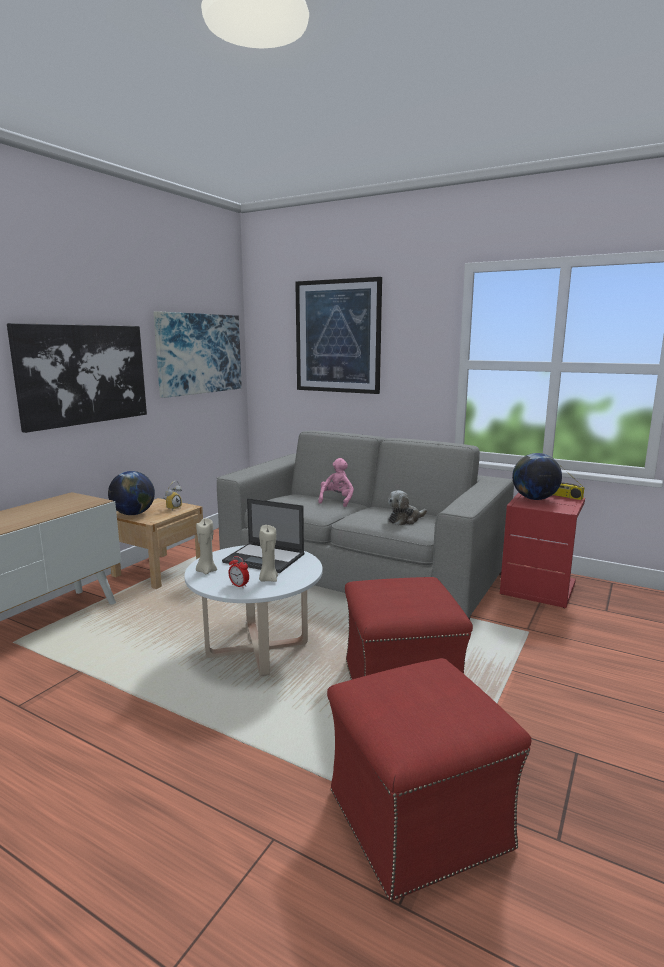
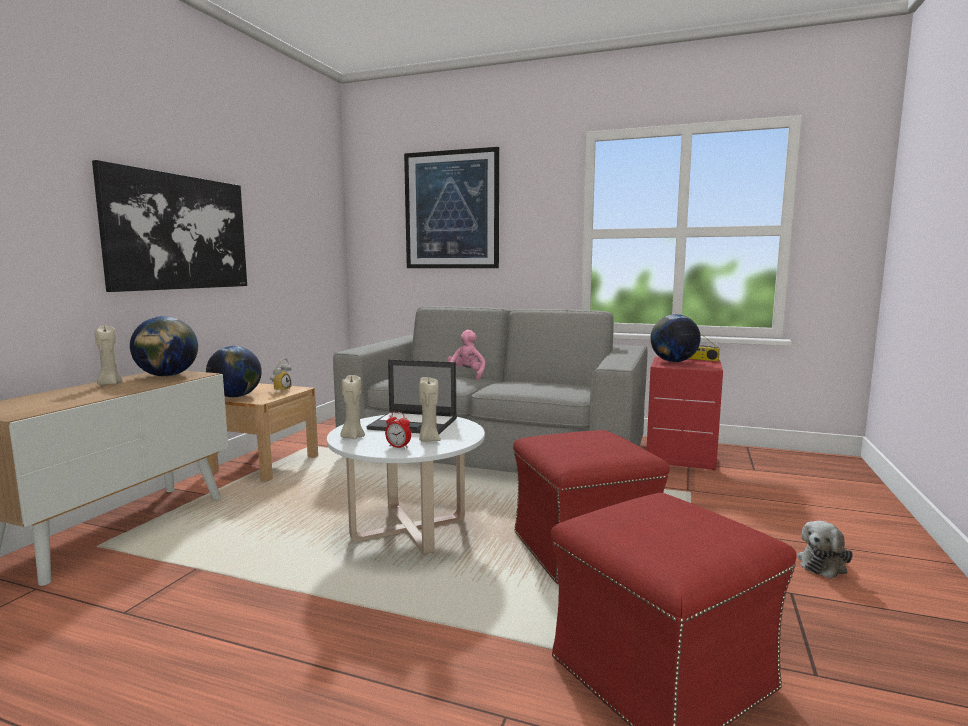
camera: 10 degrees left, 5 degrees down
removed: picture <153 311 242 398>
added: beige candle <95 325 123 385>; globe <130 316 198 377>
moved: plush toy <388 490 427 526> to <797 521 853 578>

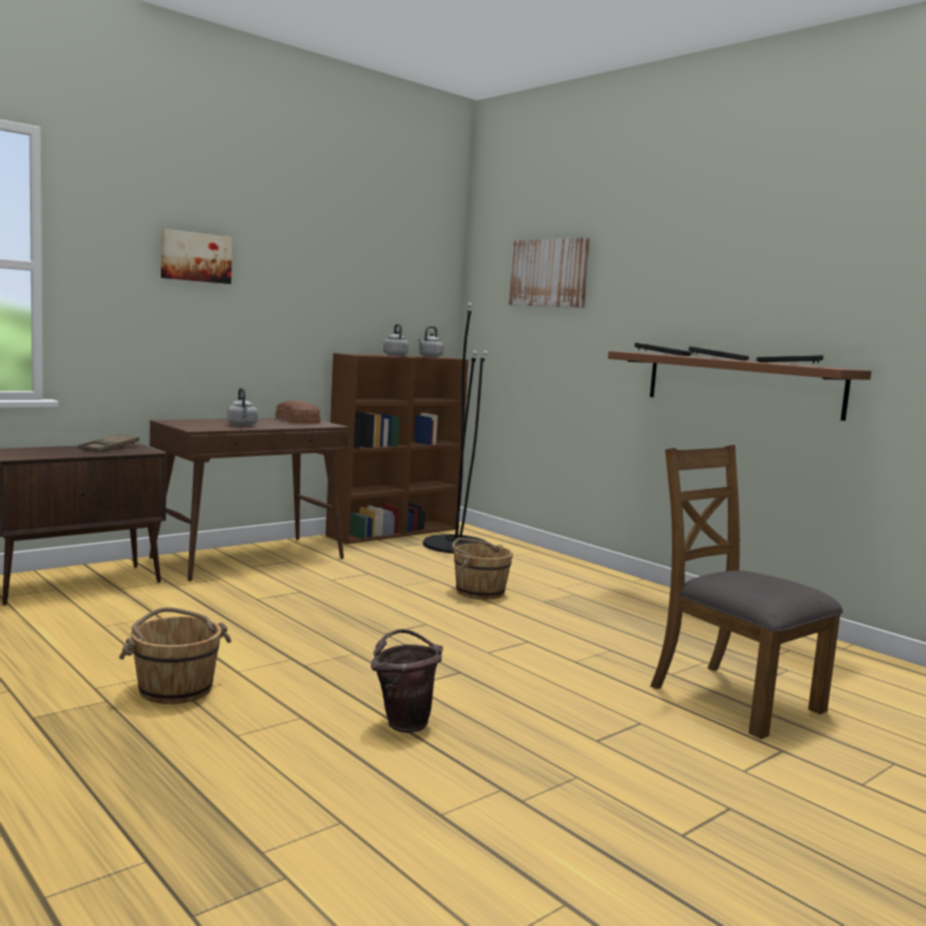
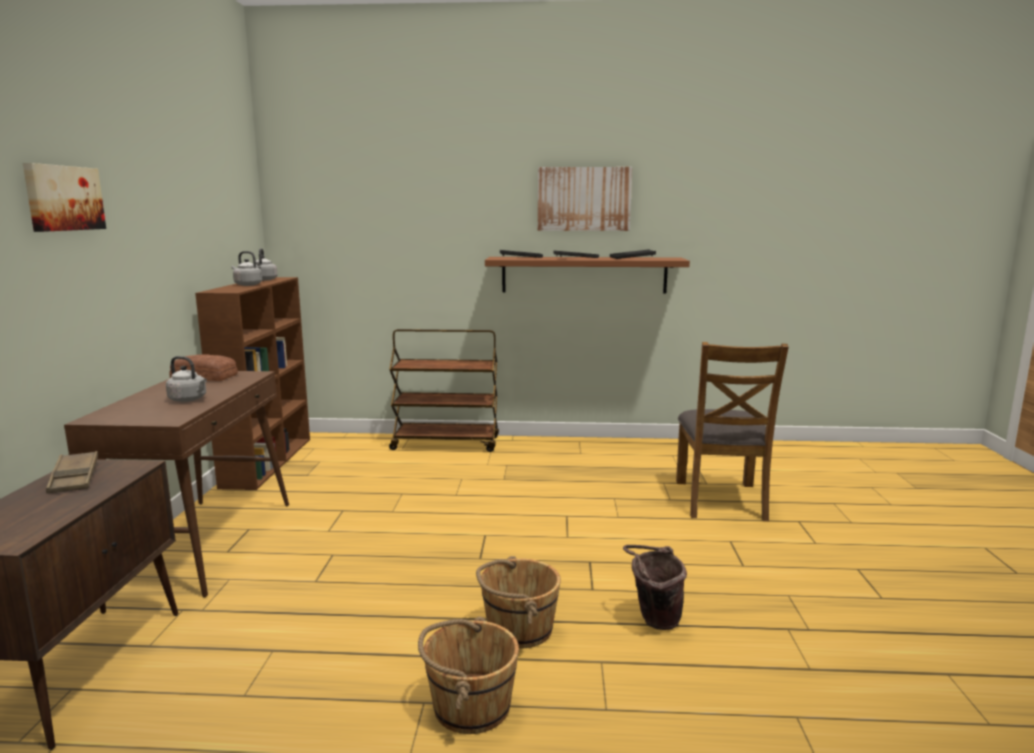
camera: 45 degrees left, 5 degrees up
removed: black floor lamp <423 303 488 554>
added: brown cart <389 329 499 452>
moved: brown bucket <452 538 513 599> to <476 556 561 649>; picture <509 237 590 308> to <538 167 632 231>
turned: brown chair <650 445 843 739> = <676 342 789 521> 90 degrees counterclockwise

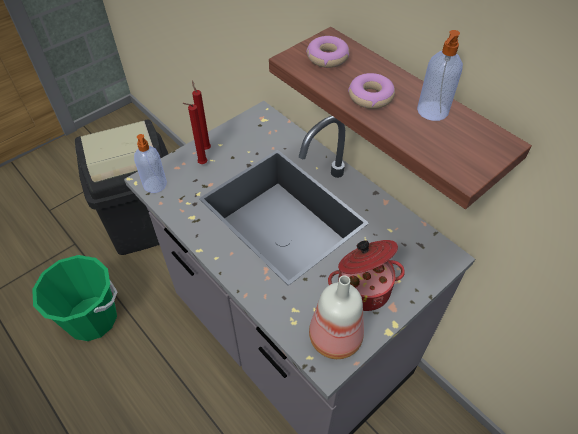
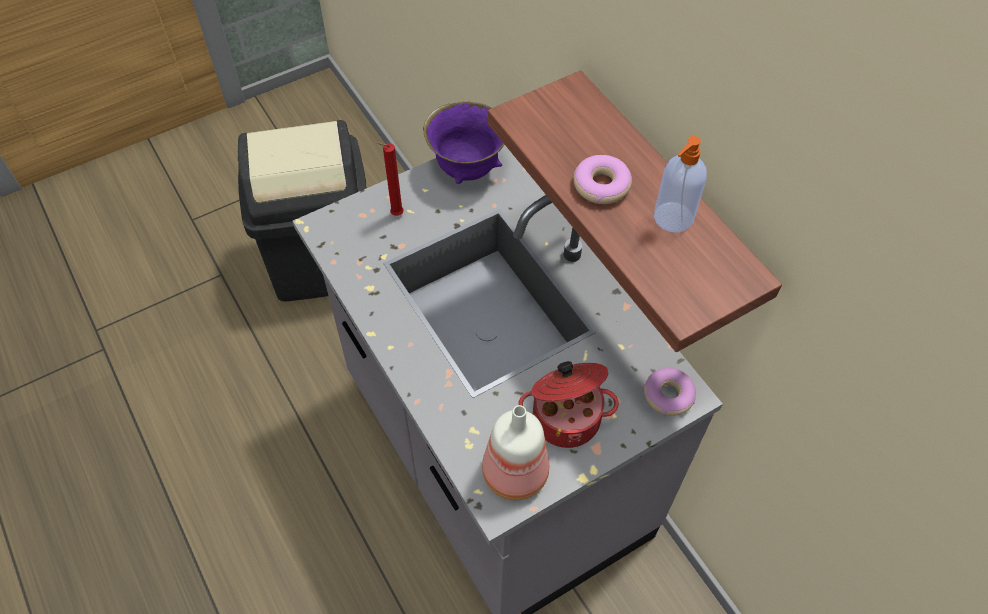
camera: 10 degrees right, 5 degrees up
removed: green bucket <32 255 117 341>; soap dispenser <134 134 167 193>; red candle <192 80 211 150>
added: purple bowl <423 102 504 184>
moved: donut <306 36 349 68> to <644 368 696 416>

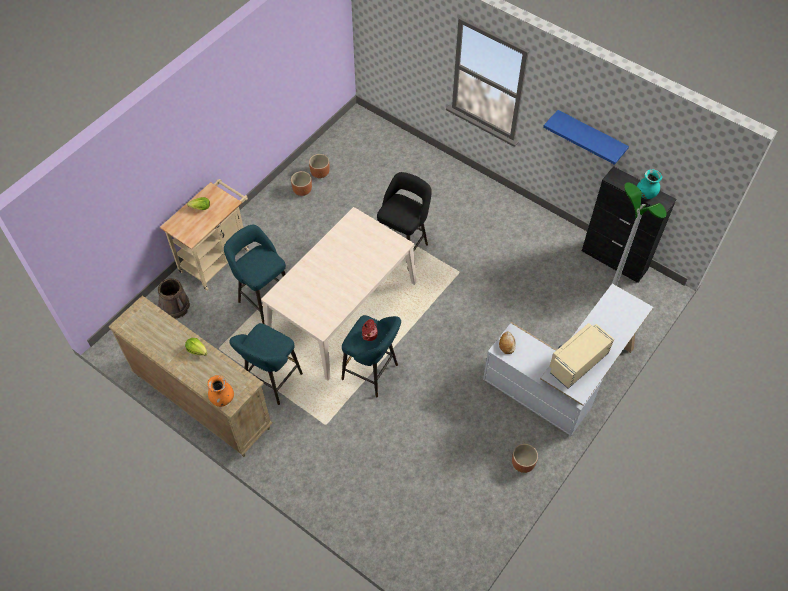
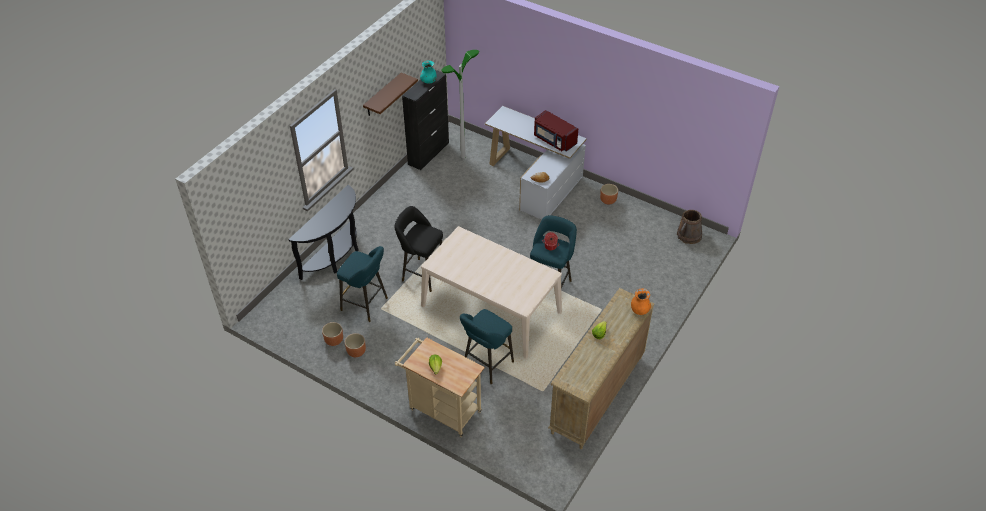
camera: 95 degrees left, 10 degrees down
added: black console table <288 185 359 280>
moved: turquoise stool <229 323 303 405> to <337 246 388 322>; brown bucket <158 278 190 319> to <677 210 702 244>
recoloured: blue shelf <543 110 629 165> to brown shelf <363 73 418 116>; beige microwave <549 323 614 389> to red microwave <534 110 578 152>

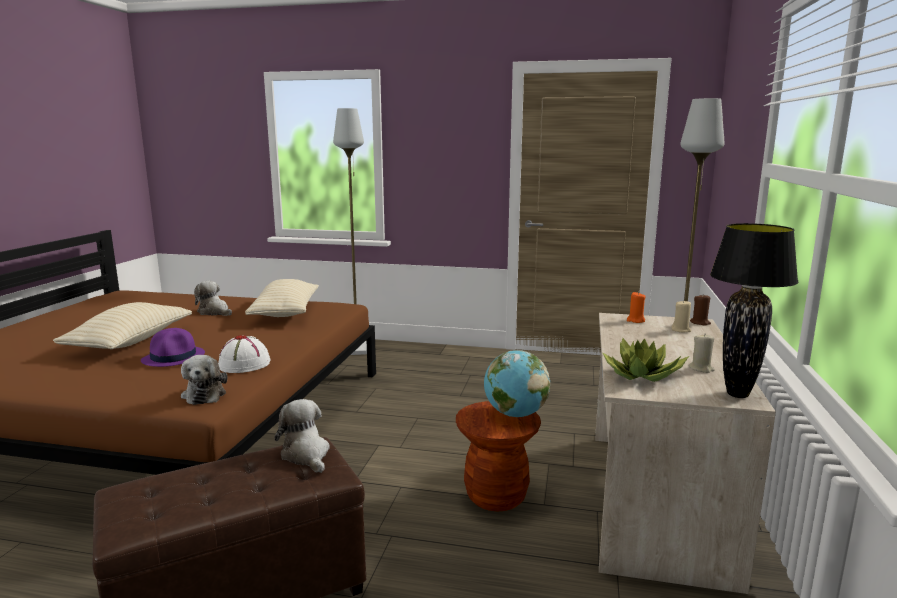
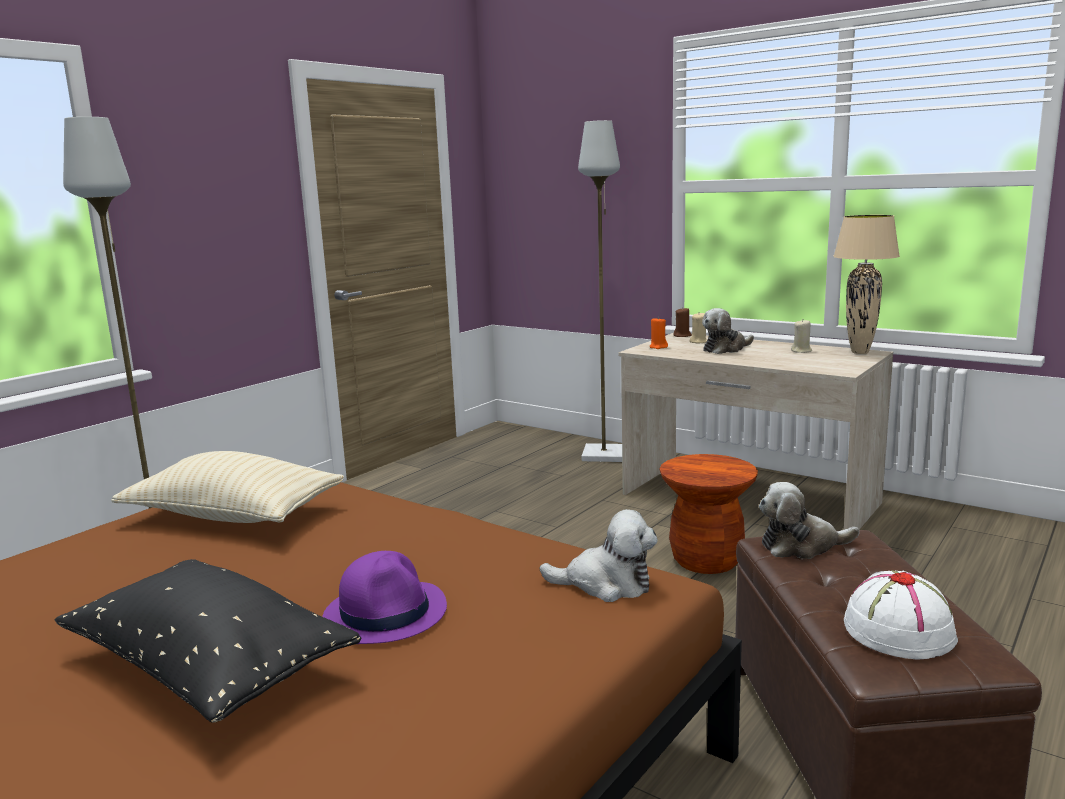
camera: 65 degrees left, 0 degrees up
removed: globe <484 350 550 417>; potted plant <602 338 689 382>
moved: plush toy <194 281 232 316> to <702 308 754 354>; white hat <218 335 271 373> to <844 570 958 659>
recoloured: beige pillow <53 302 192 349> to black pillow <55 559 361 723>; black table lamp <710 223 798 398> to beige table lamp <833 215 900 354>

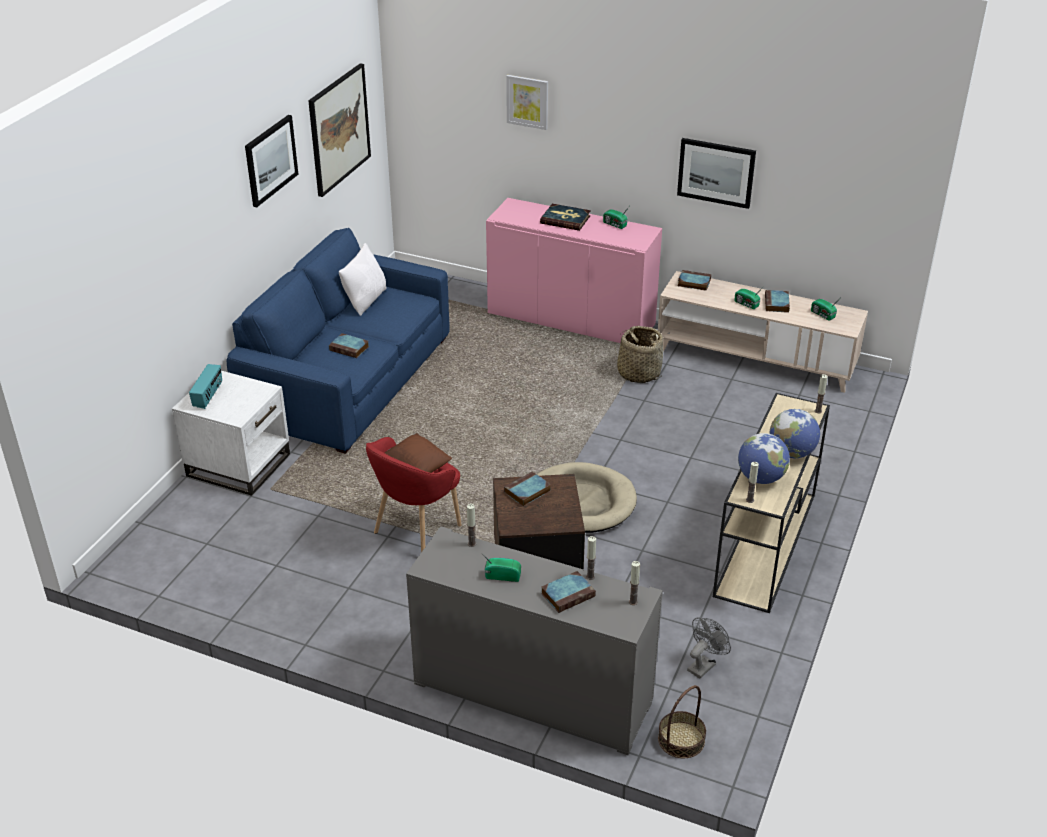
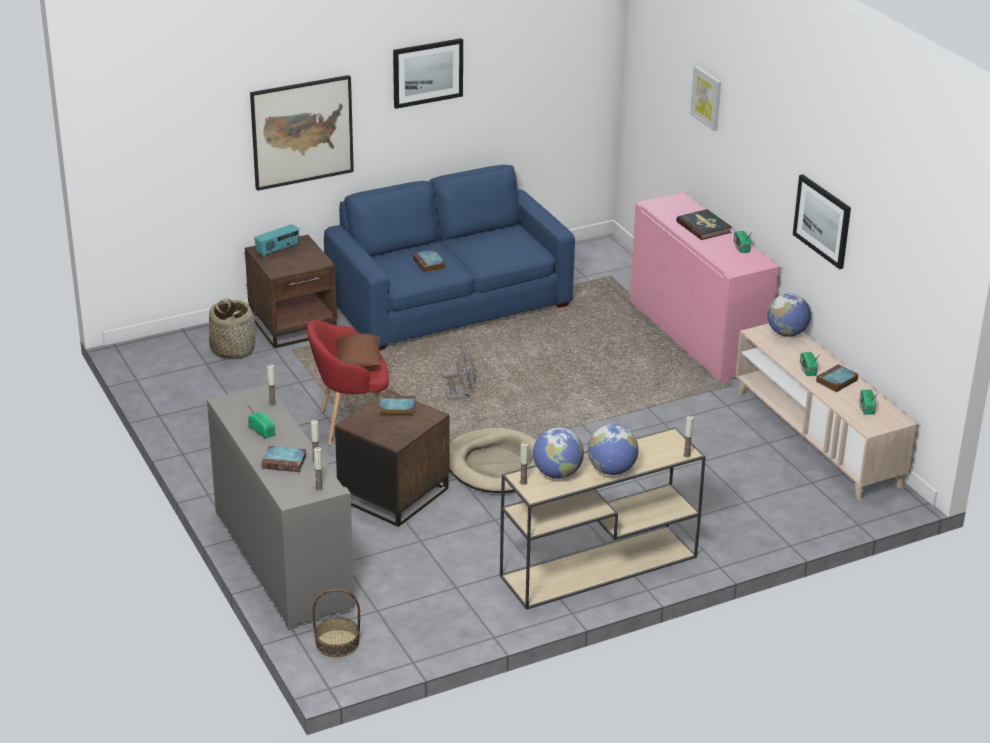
camera: 40 degrees right, 5 degrees down
removed: white pillow <339 243 386 316>
moved: basket <615 326 663 383> to <209 298 255 359>; picture <308 63 371 197> to <250 75 354 191>; grey fan <687 618 731 679> to <441 352 477 400>
replaced: book <678 270 711 291> to globe <767 294 811 337>
recoloured: white side table <172 371 290 496> to brown side table <245 235 337 348>

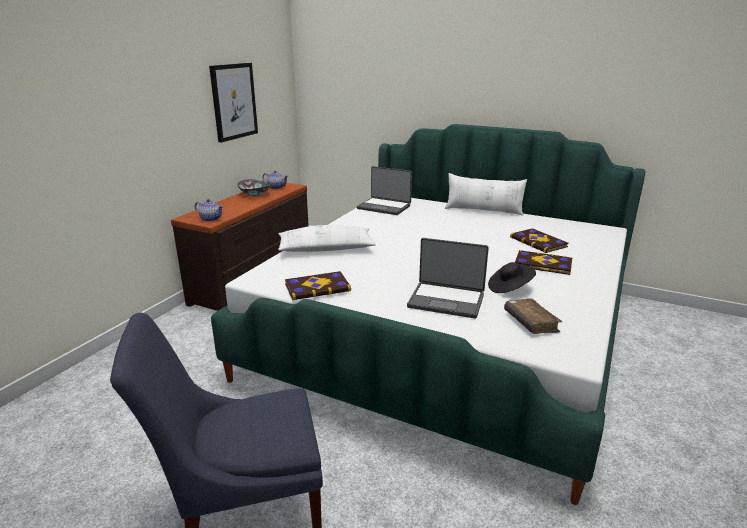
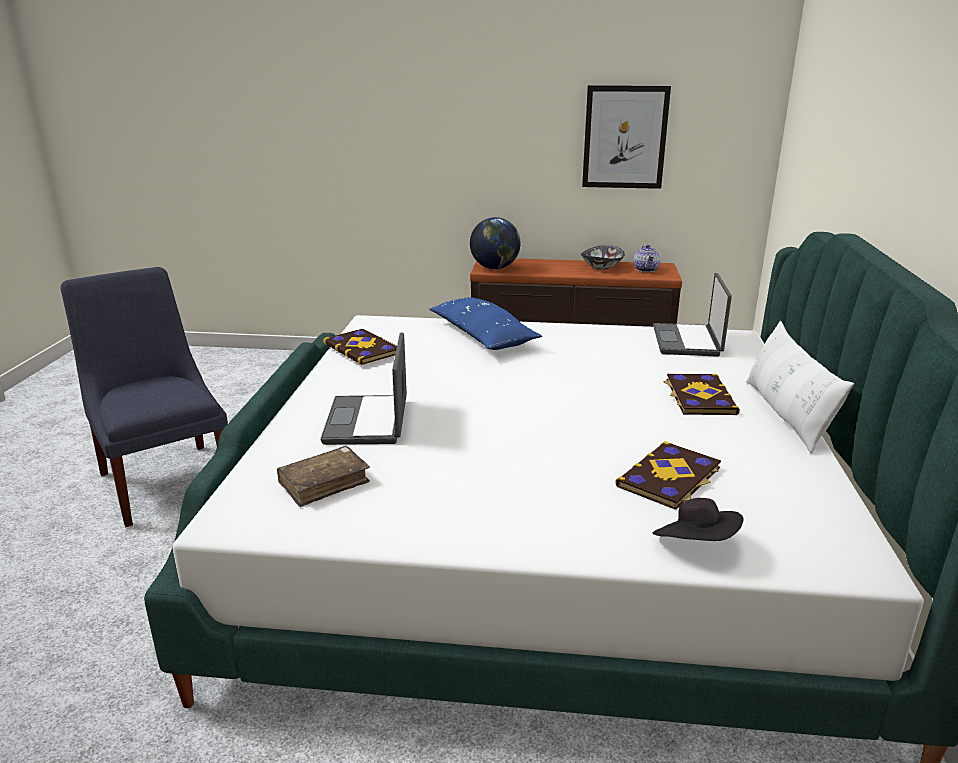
camera: 70 degrees right, 0 degrees up
moved: black hat <488 262 536 293> to <653 498 744 541>; book <515 250 572 275> to <664 374 740 415>
replaced: teapot <195 199 224 222> to globe <470 217 520 269>
recoloured: white pillow <278 225 376 252> to blue pillow <429 297 542 350>

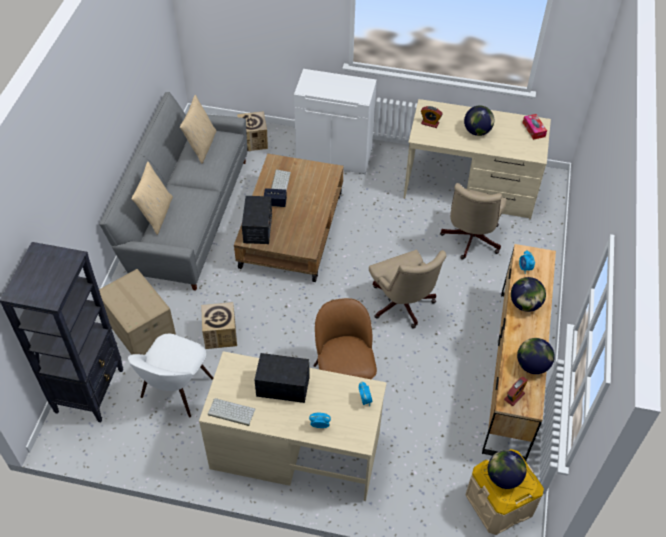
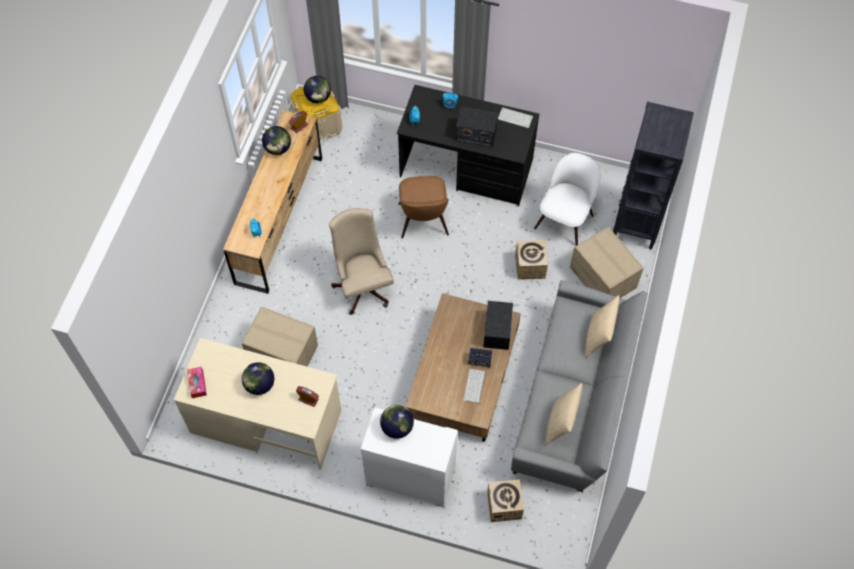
camera: 175 degrees left, 10 degrees up
moved: globe <511 277 546 312> to <380 405 414 439>
replaced: beige office chair <440 183 507 260> to cardboard box <242 307 318 367>
recoloured: beige desk <199 351 387 501> to black desk <397 85 539 206>

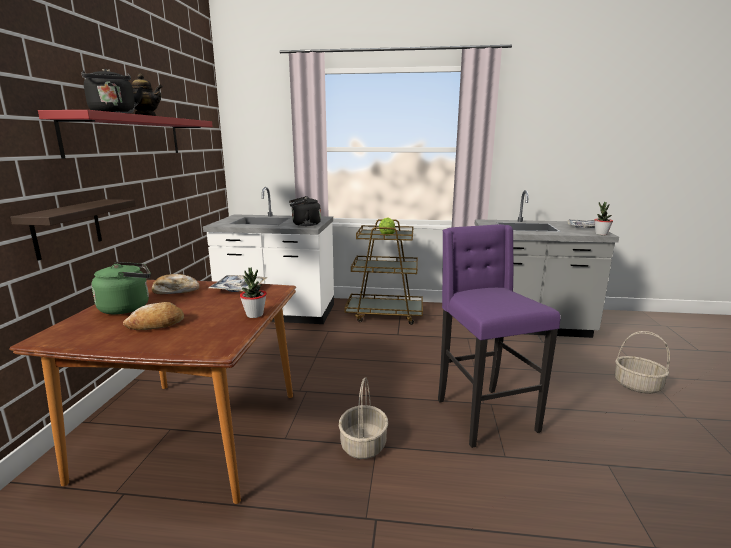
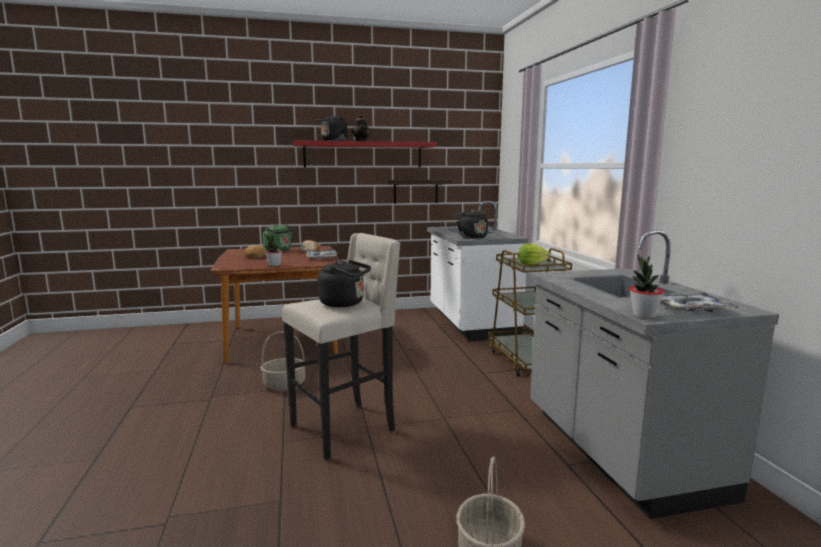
camera: 70 degrees right, 5 degrees down
added: black kettle <318 260 371 307>
moved: shelf <10 199 136 261> to <385 180 452 204>
recoloured: purple stool <438 224 560 448> to beige stool <282 233 400 460>

